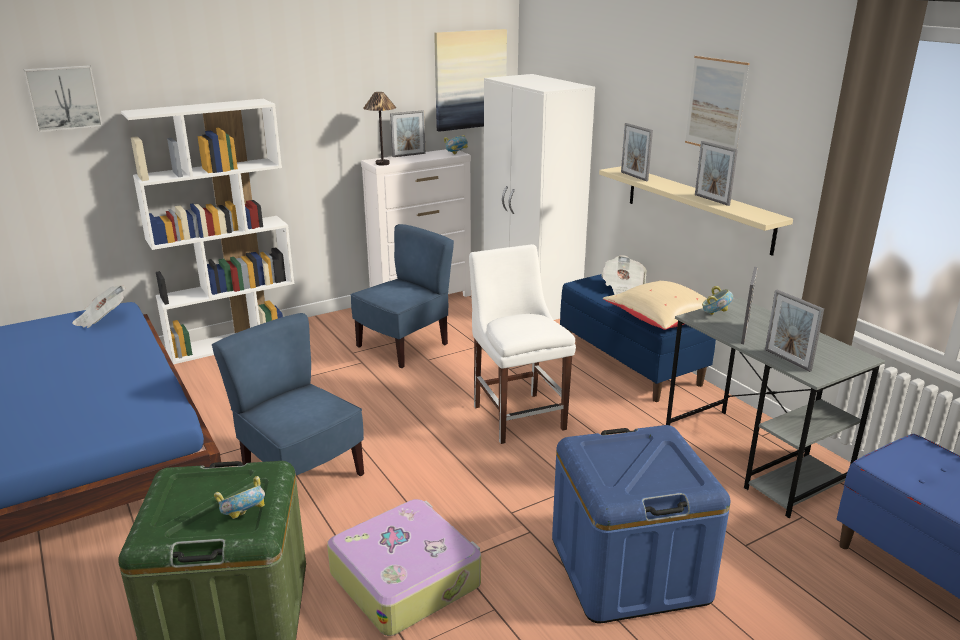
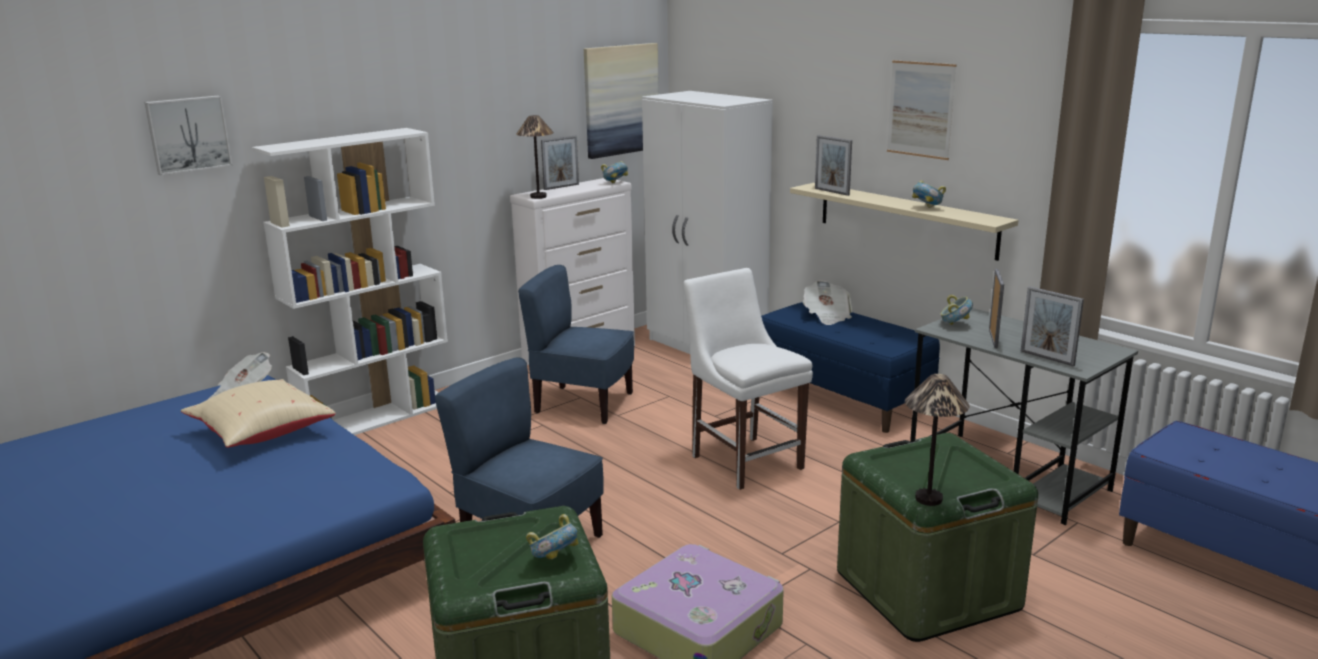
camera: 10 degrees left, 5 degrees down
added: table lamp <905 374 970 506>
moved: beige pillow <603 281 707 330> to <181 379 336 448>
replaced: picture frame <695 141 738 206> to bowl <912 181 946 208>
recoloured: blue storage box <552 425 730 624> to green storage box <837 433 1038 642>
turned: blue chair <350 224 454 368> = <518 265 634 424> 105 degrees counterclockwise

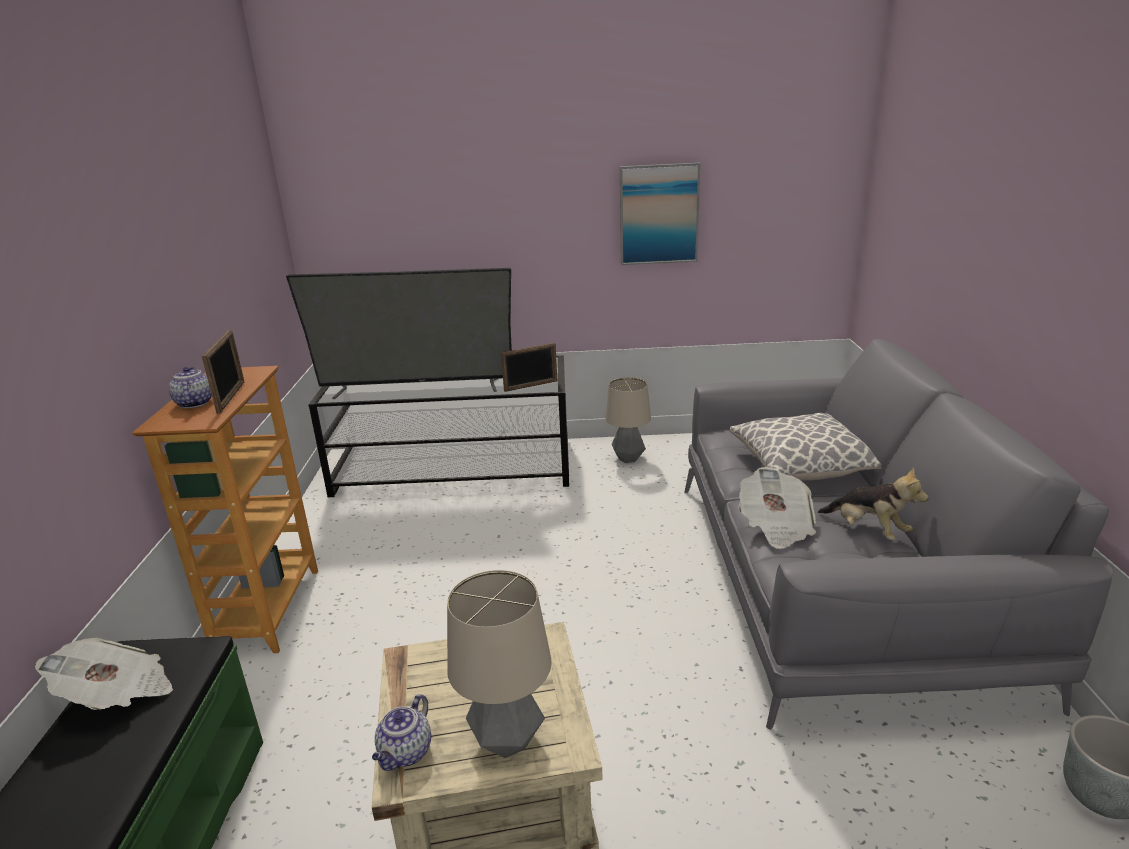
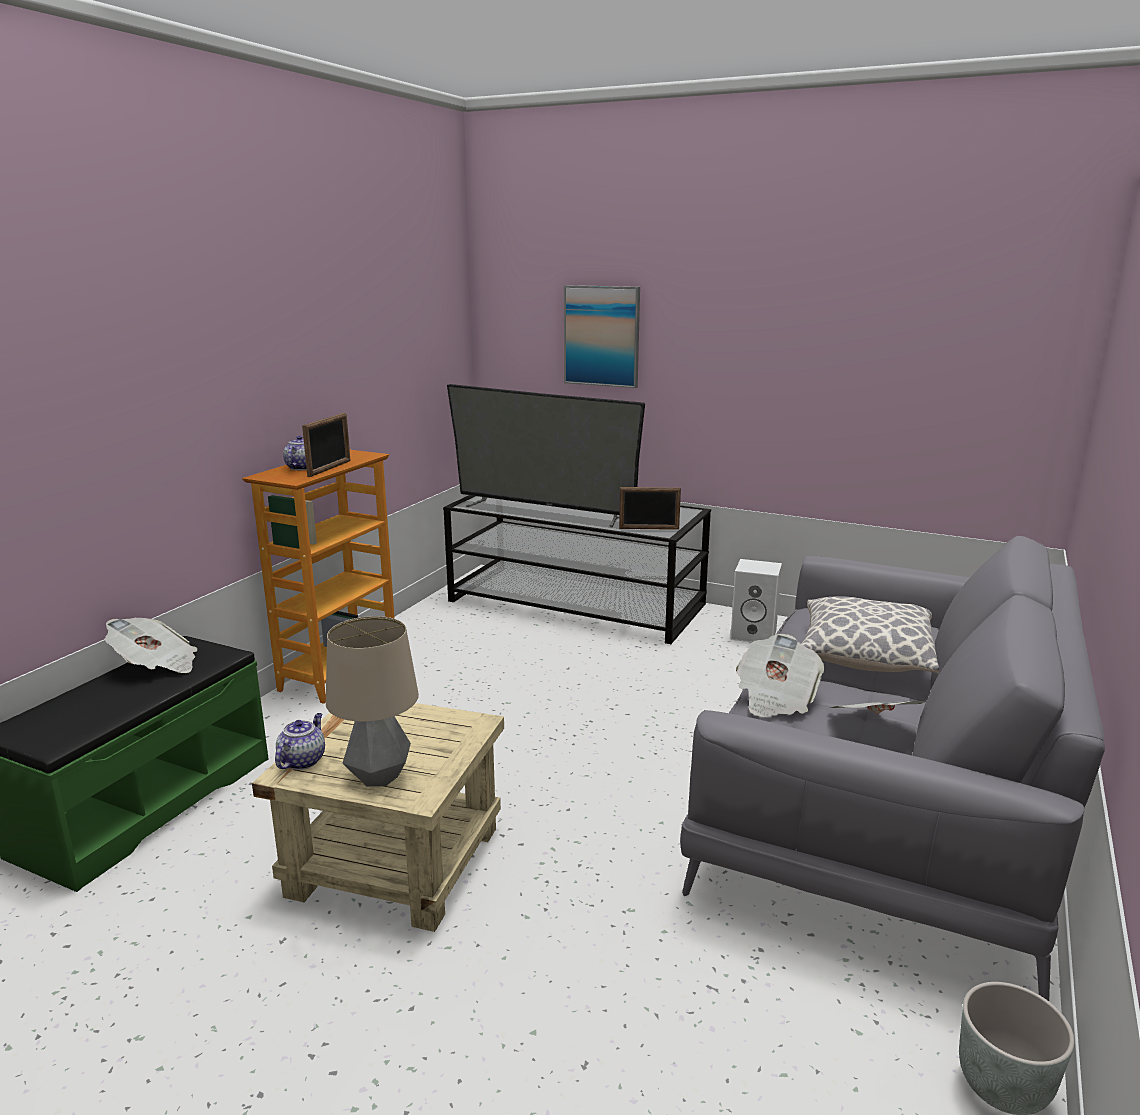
camera: 25 degrees right, 5 degrees down
moved: picture <620 163 701 265> to <564 285 640 388>
replaced: table lamp <605 377 651 463> to white speaker <730 559 782 642>; plush toy <818 467 928 540> to newspaper <830 701 927 714>
turned: teapot <372 694 431 771> = <275 713 325 770> 150 degrees clockwise

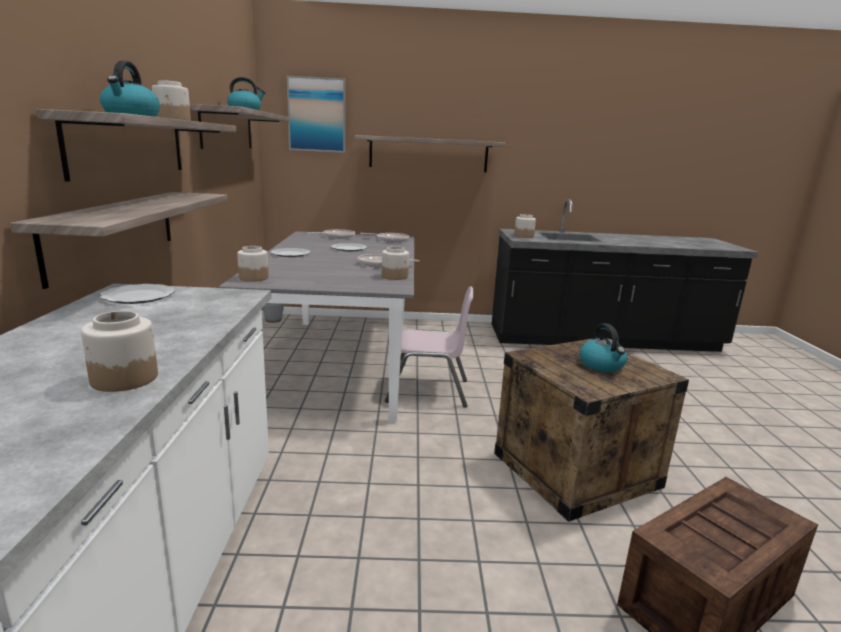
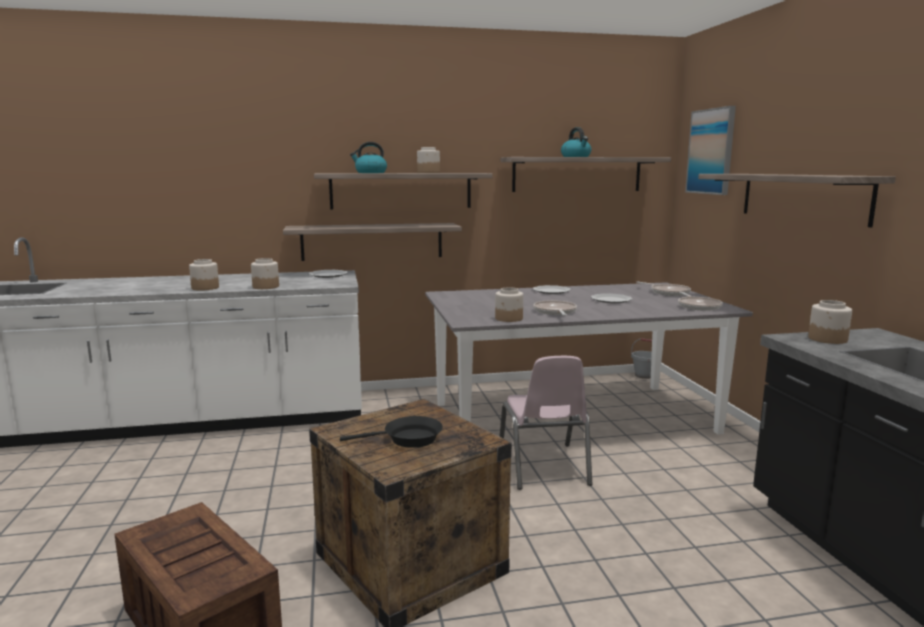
camera: 80 degrees right, 5 degrees down
moved: jar <237 246 269 282> to <251 258 279 289>
replaced: kettle <580 323 627 372> to black frying pan <340 416 443 448>

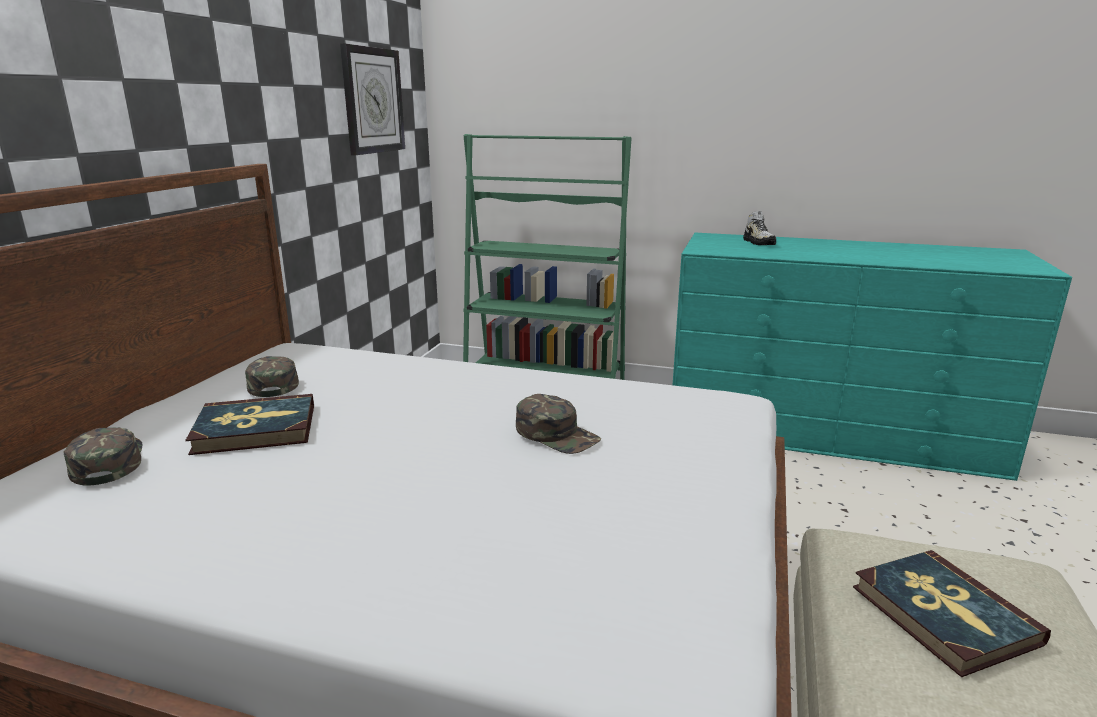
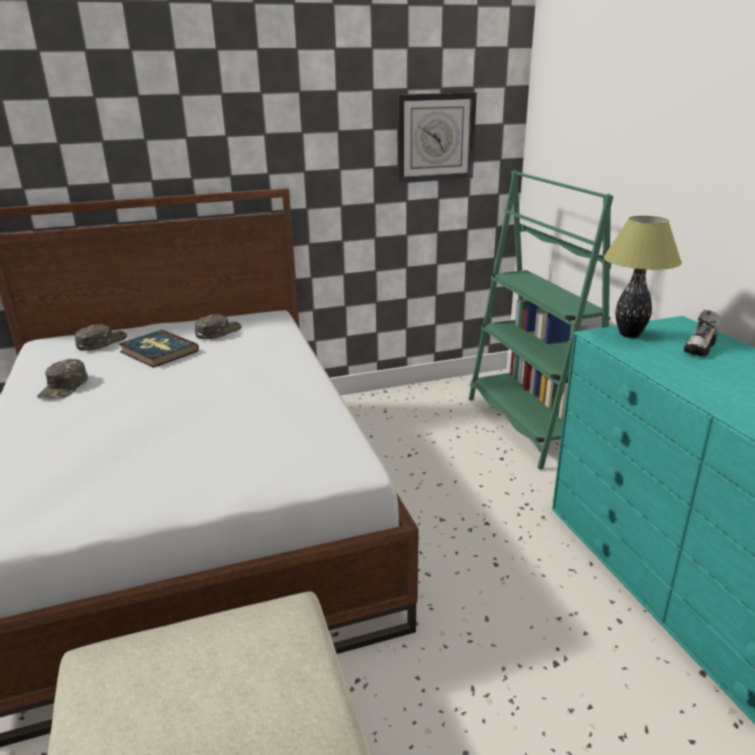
camera: 55 degrees right, 5 degrees up
removed: book <853 550 1051 677>
added: table lamp <604 216 682 338>
moved: green cap <516 394 601 454> to <37 359 88 398>

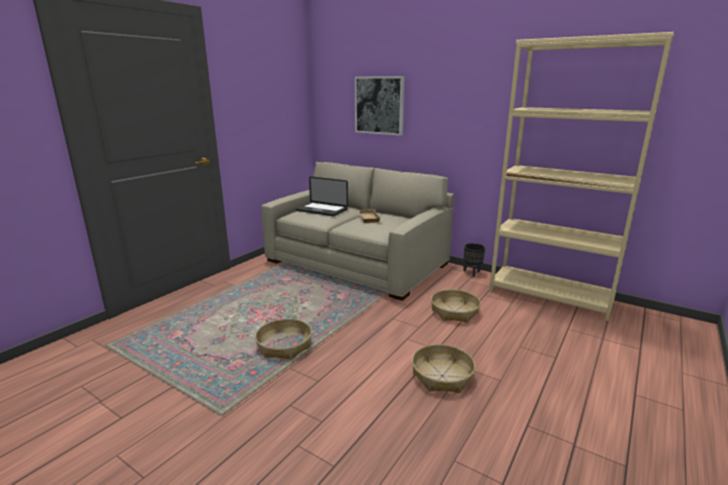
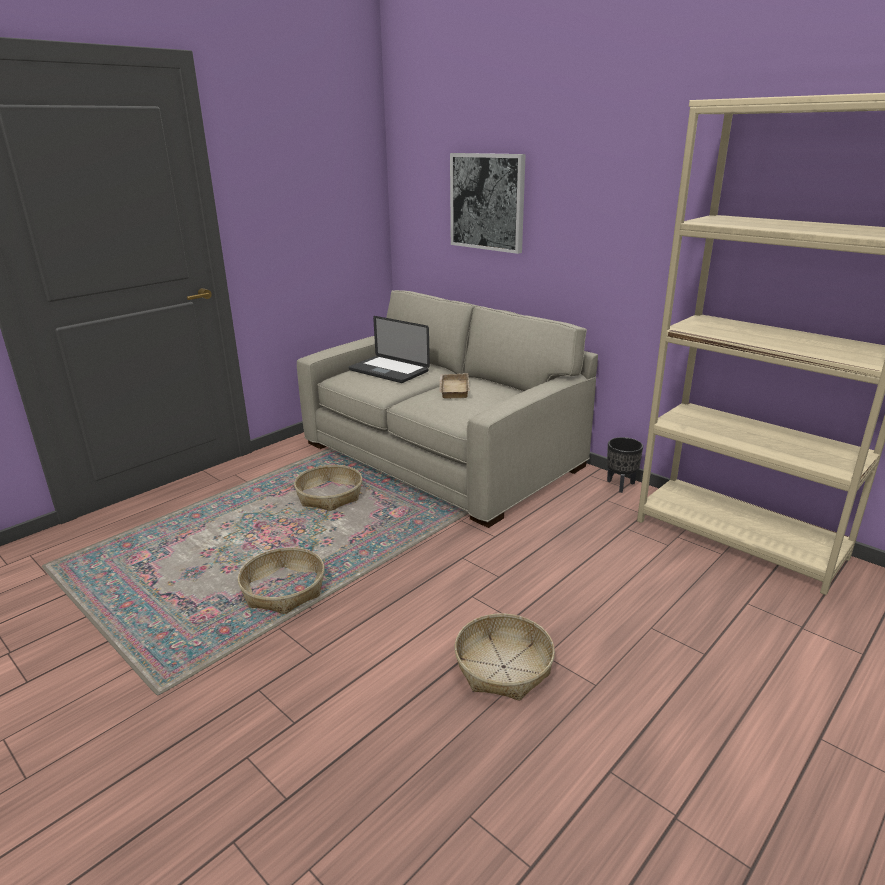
camera: 10 degrees right, 5 degrees up
moved: basket <431 289 481 323> to <294 465 362 511>

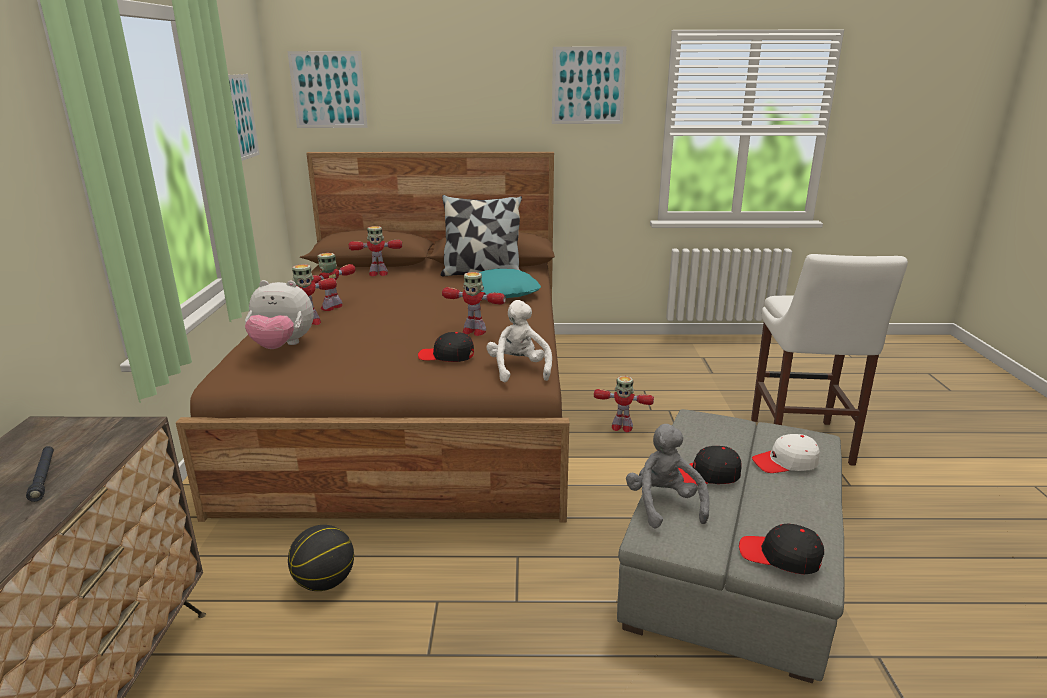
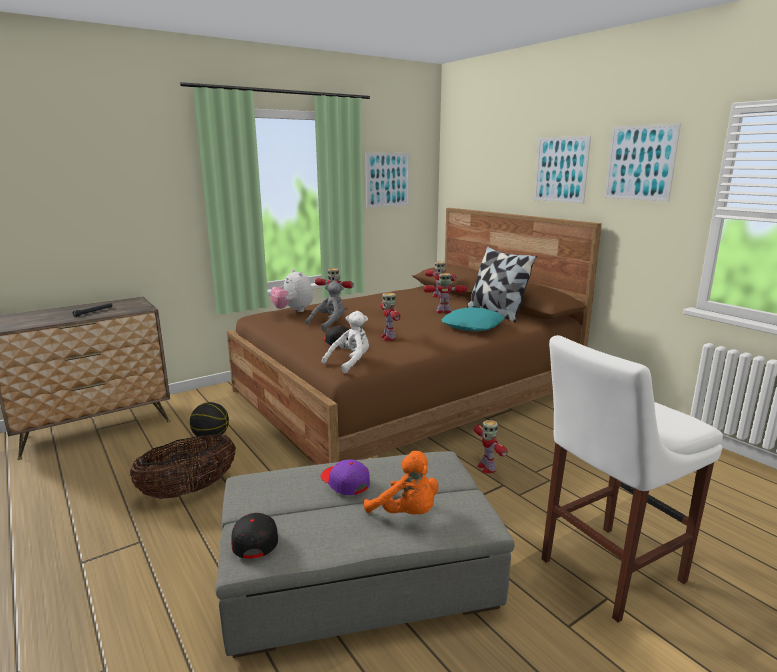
camera: 55 degrees right, 5 degrees down
added: basket <130 434 236 499>
moved: grey plush toy <626 424 709 528> to <306 281 345 331>; toy robot <312 253 356 311> to <424 273 467 313>; picture <287 51 368 128> to <534 136 591 204>
replaced: white cap <752 434 819 473> to orange plush toy <364 451 438 514>
recoloured: black cap <678 446 742 485> to purple cap <320 459 370 495>

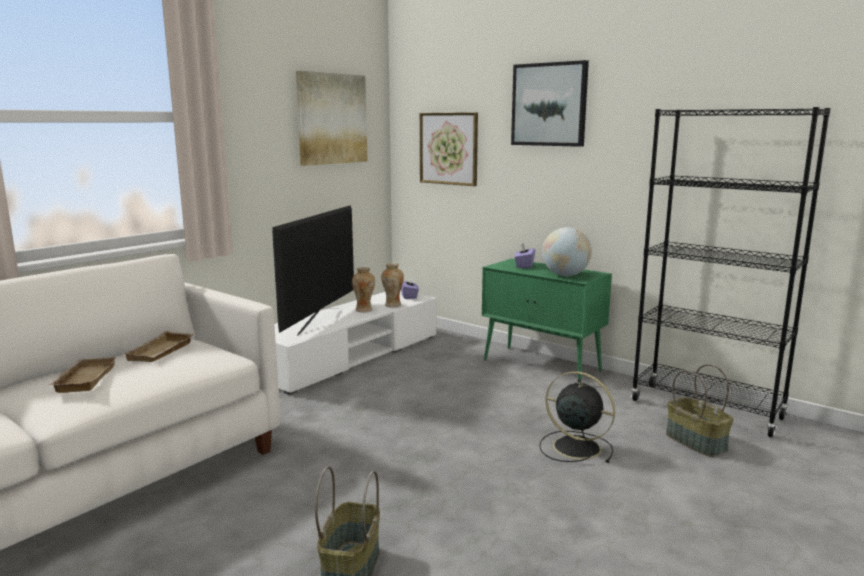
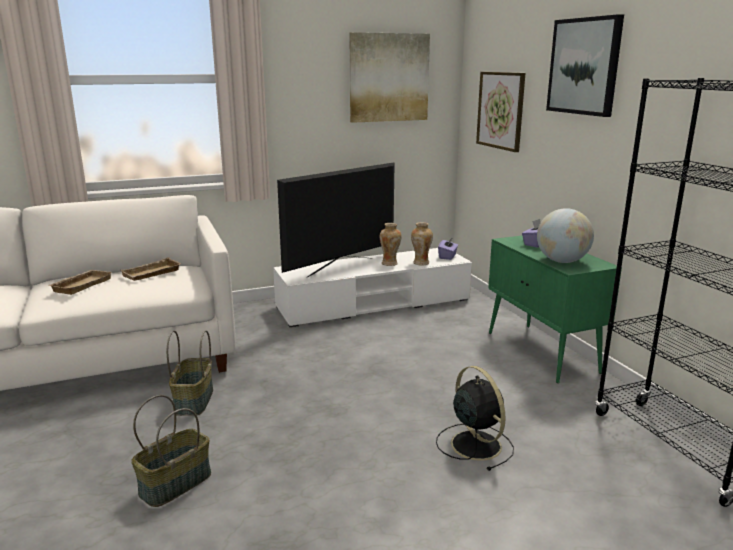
camera: 30 degrees right, 5 degrees up
moved: basket <666 364 734 457> to <167 330 213 416>

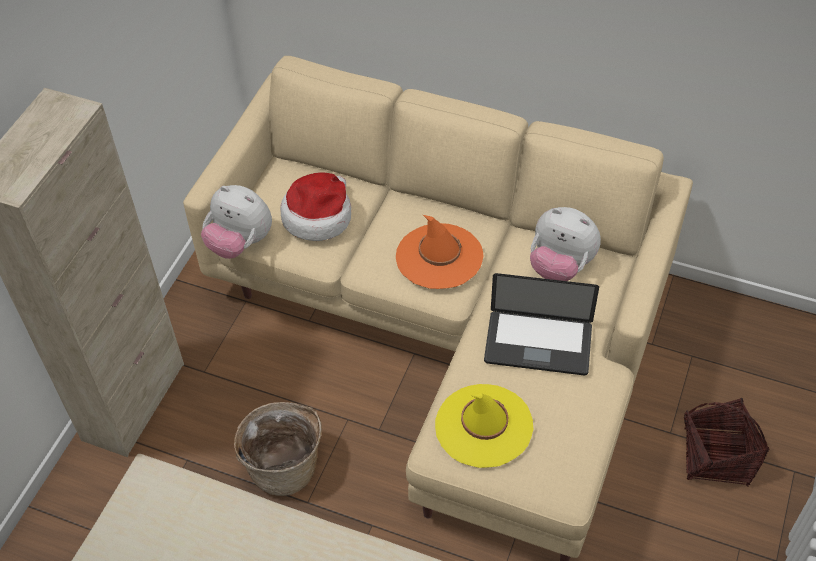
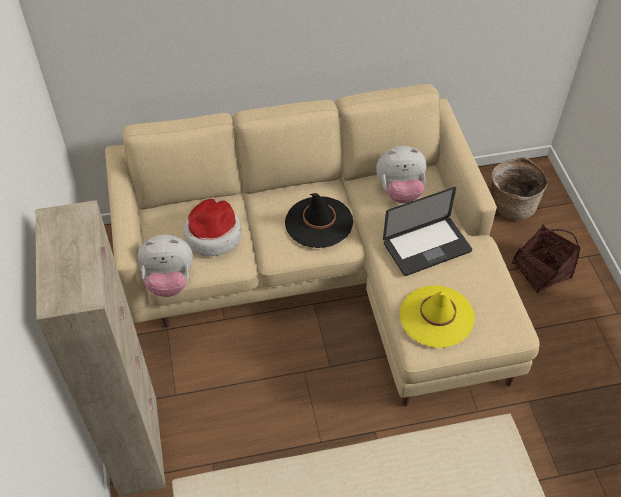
camera: 35 degrees left, 0 degrees up
moved: basket <234 402 322 496> to <492 157 548 220>
recoloured: orange hat <396 215 484 289> to black hat <285 193 353 248>

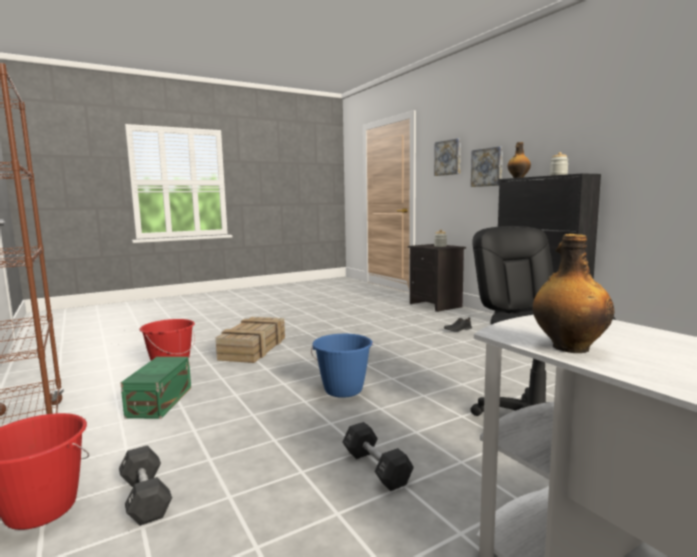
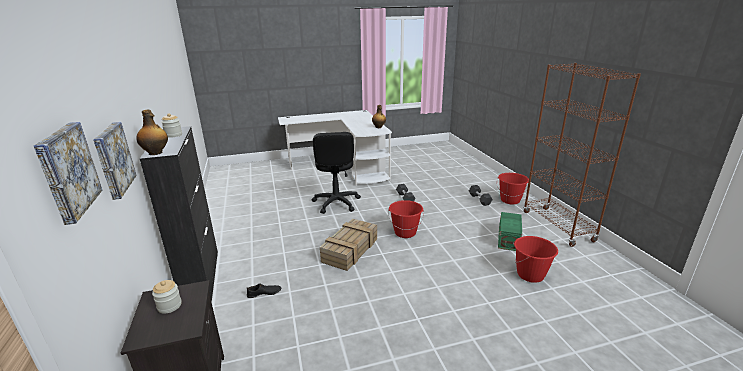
camera: 165 degrees left, 15 degrees up
moved: crate <216 317 285 363> to <320 219 377 271>
recoloured: blue bucket <311 334 373 398> to red bucket <388 200 424 238>

